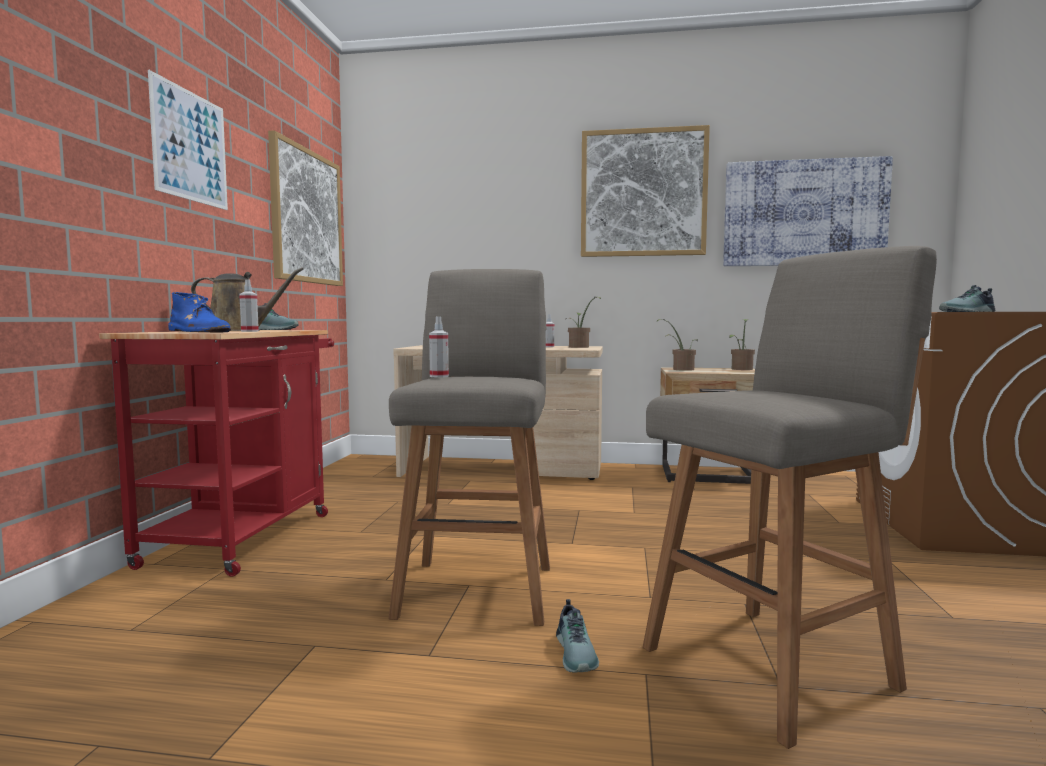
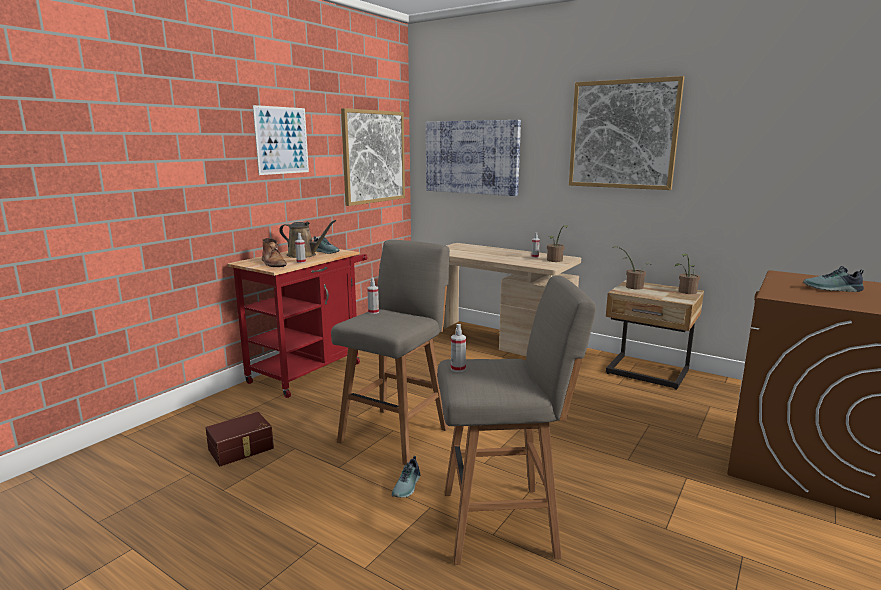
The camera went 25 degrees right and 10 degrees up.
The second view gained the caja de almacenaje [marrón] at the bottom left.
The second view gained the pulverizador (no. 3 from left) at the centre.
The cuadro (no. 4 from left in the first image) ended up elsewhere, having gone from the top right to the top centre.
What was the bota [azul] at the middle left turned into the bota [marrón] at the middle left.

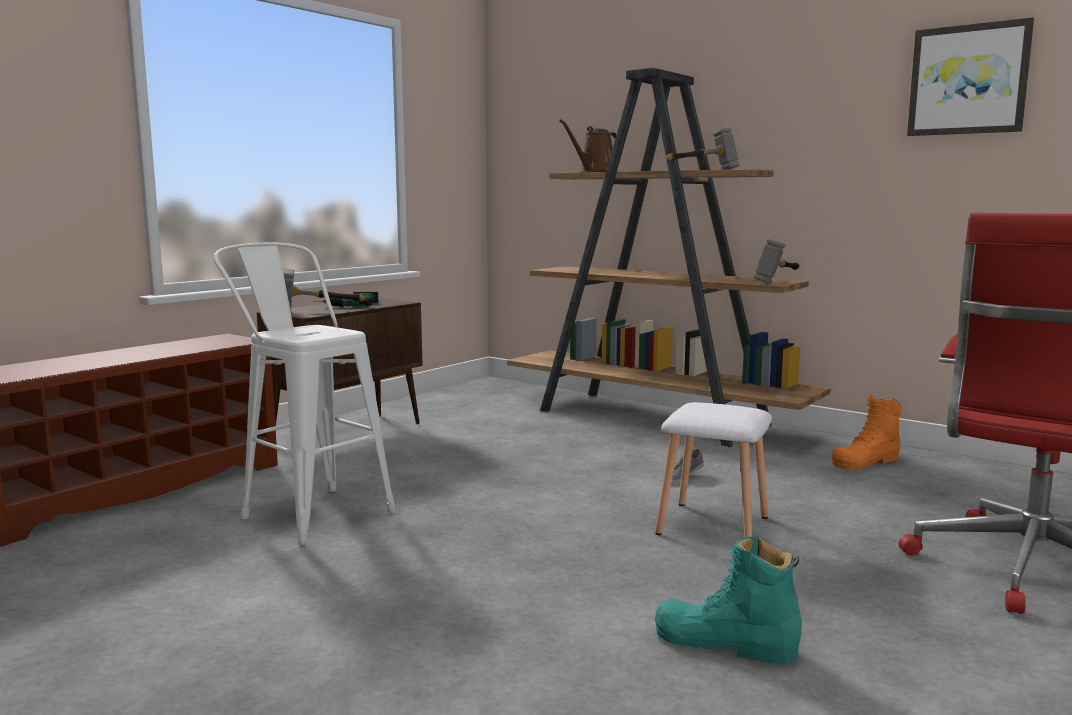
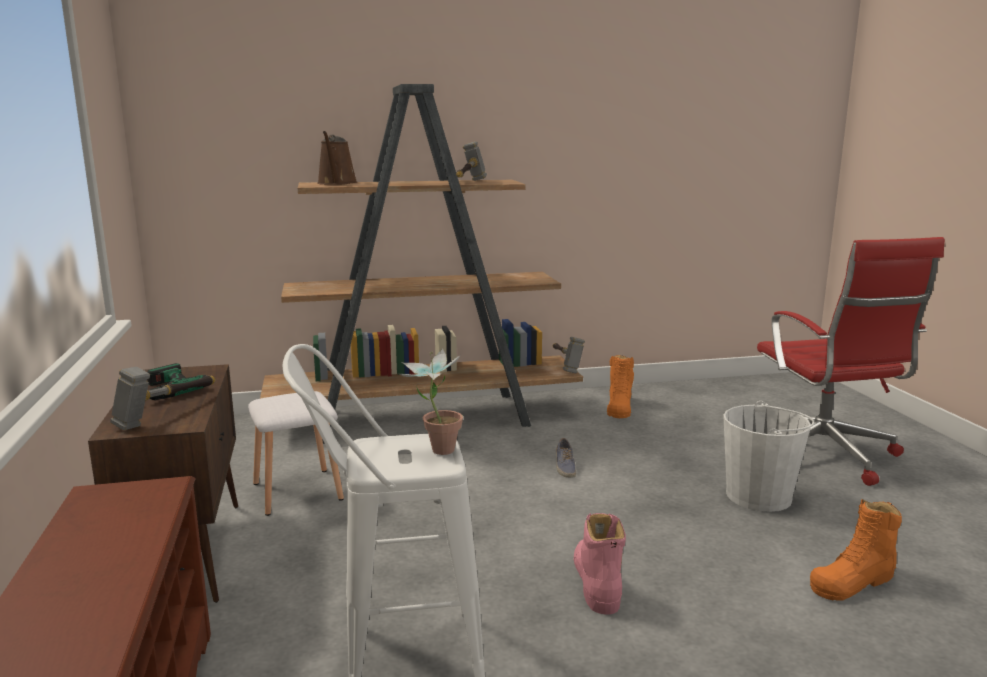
The camera went 50 degrees left and 5 degrees up.
The second view lost the cuadro at the top right.
The second view gained the planta en maceta at the centre.
The second view gained the bota [rosa] at the bottom centre.
The second view gained the cubo [blanco] at the bottom right.
The taburete [blanco] (no. 2 from left in the first image) ended up elsewhere, having gone from the centre to the bottom left.
The martillo (no. 3 from left) ended up elsewhere, having gone from the middle right to the centre.
What was the bota [turquesa] at the bottom right turned into the bota [naranja] (no. 2 from left) at the bottom right.

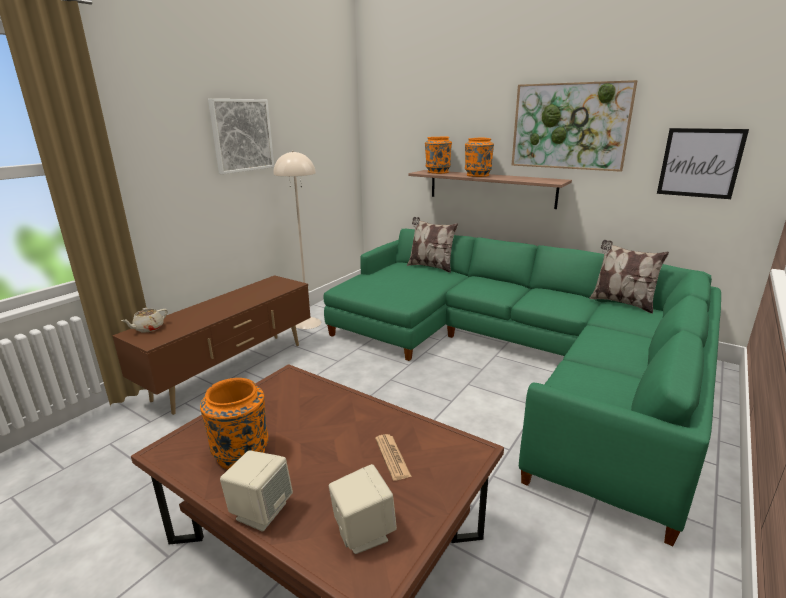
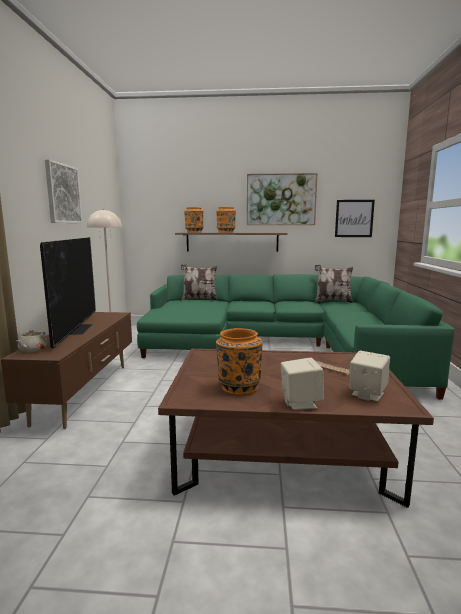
The camera went 30 degrees left and 10 degrees down.
The second view gained the televisor at the middle left.

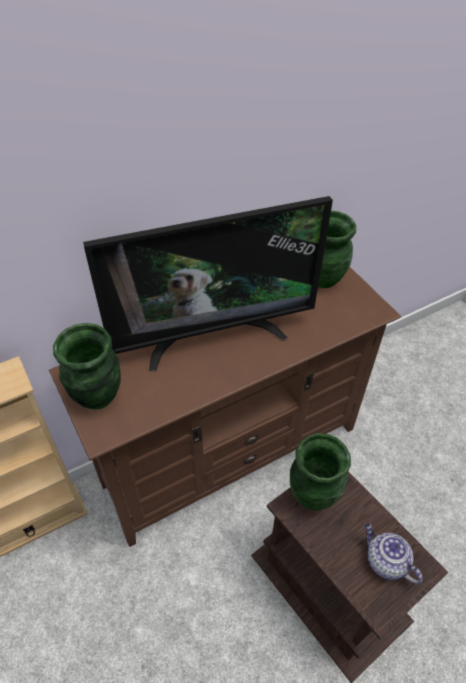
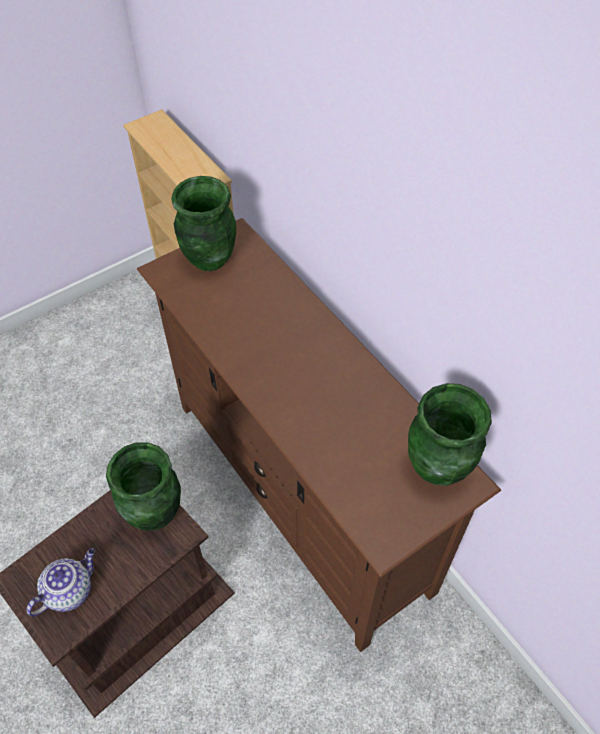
The camera went 85 degrees right and 5 degrees up.
The second view lost the televisor at the centre.

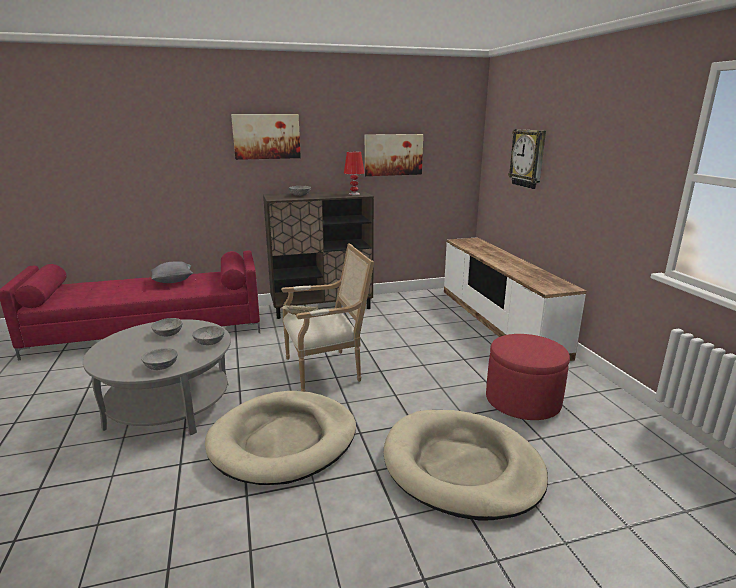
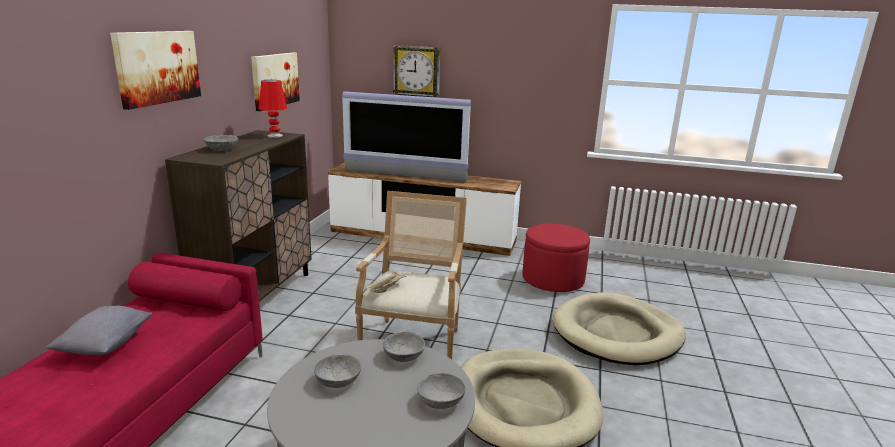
The camera went 60 degrees left and 0 degrees up.
The second view gained the televisor at the top centre.

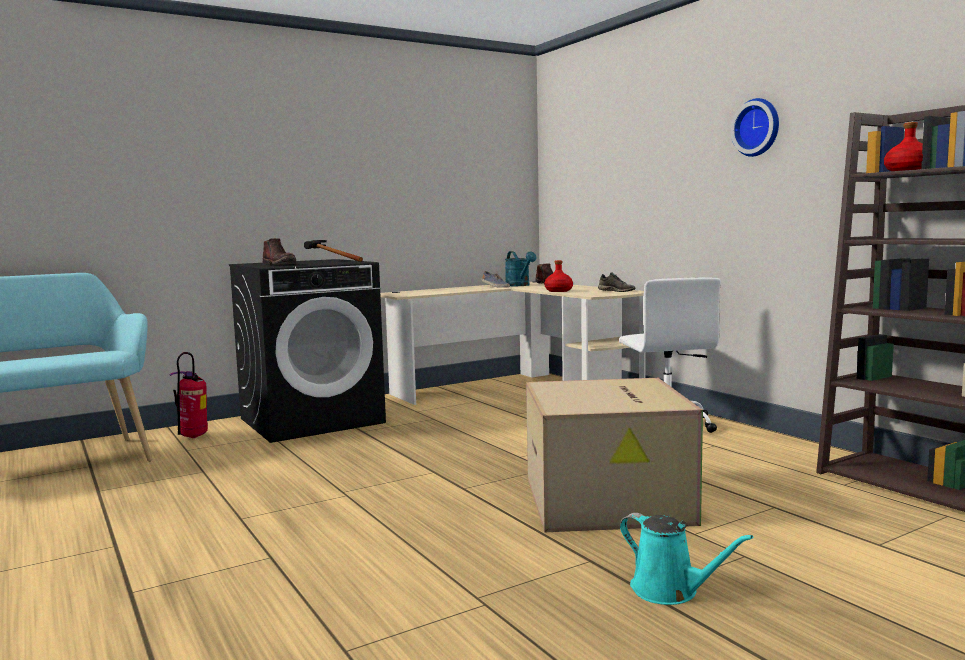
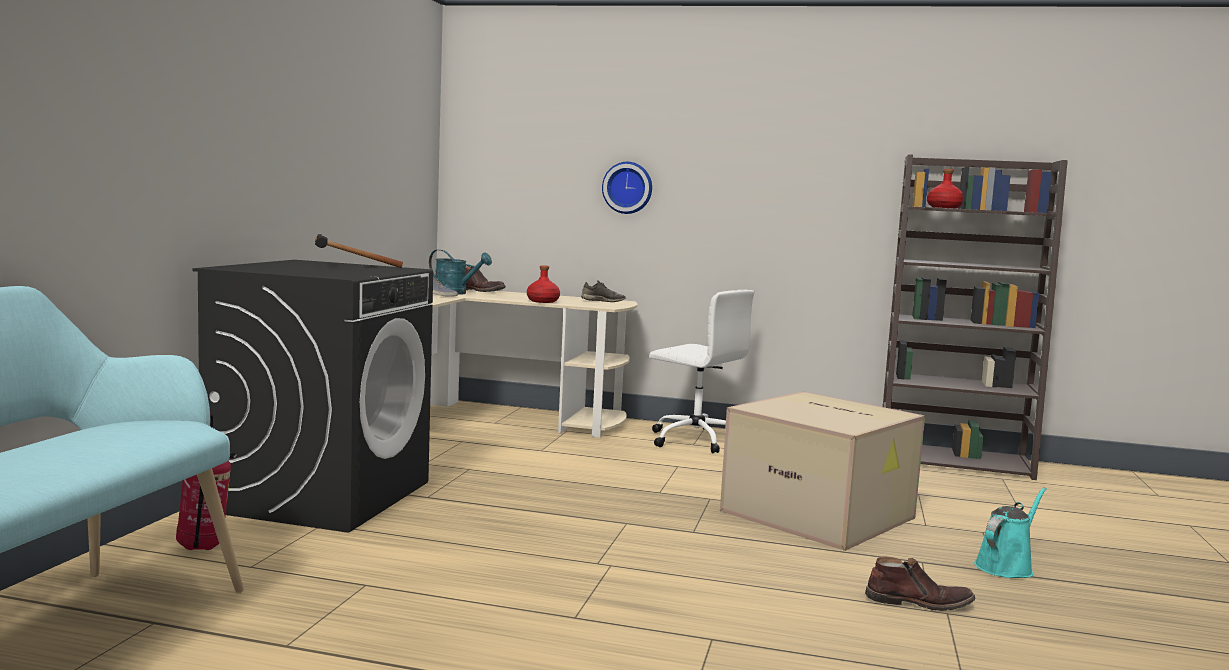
The camera went 45 degrees left and 0 degrees up.
The bota [marrón] (no. 1 from left in the first image) ended up elsewhere, having gone from the middle left to the bottom right.
The reloj de pared ended up elsewhere, having gone from the top right to the top centre.
The regadera [turquesa] (no. 2 from left) at the bottom right ended up facing another way, 45 degrees counterclockwise from before.

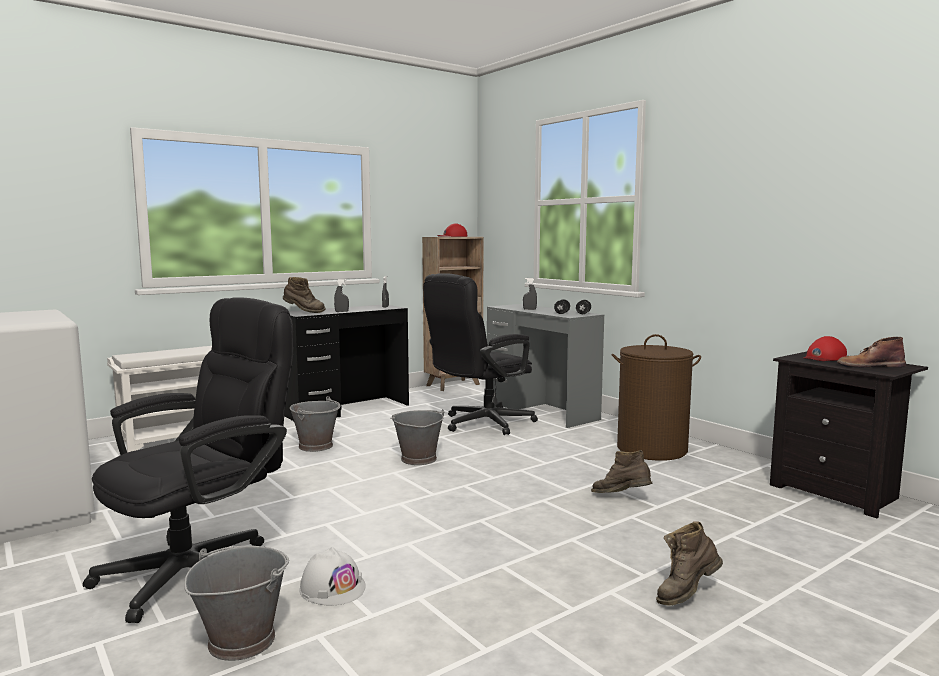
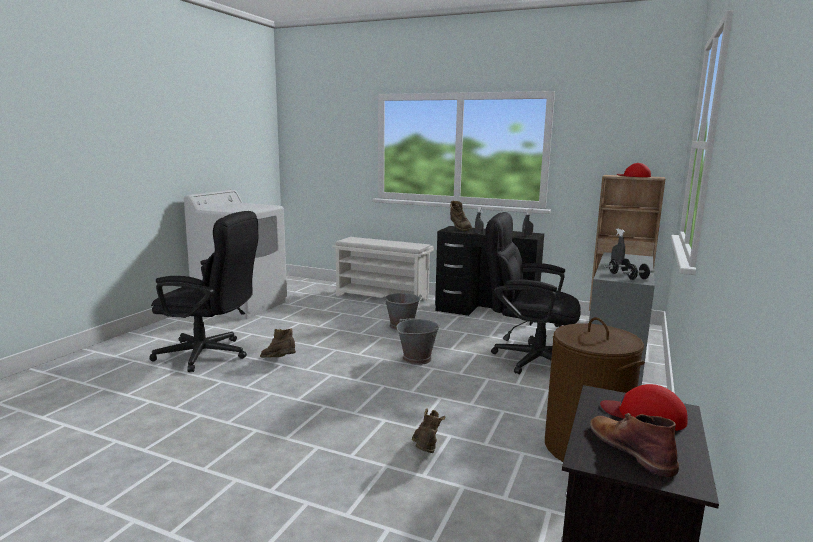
The camera went 60 degrees right and 5 degrees up.
The second view lost the cubo [gris] (no. 1 from left) at the bottom left.
The second view lost the casco [blanco] at the bottom centre.
The bota [marrón] (no. 3 from left in the first image) ended up elsewhere, having gone from the bottom right to the centre.

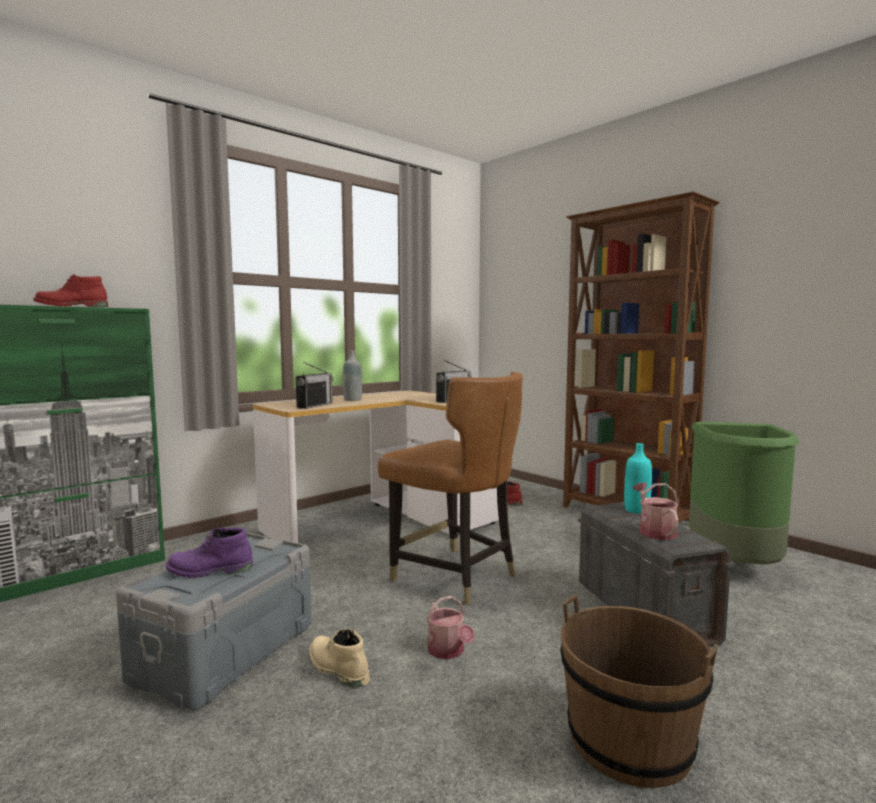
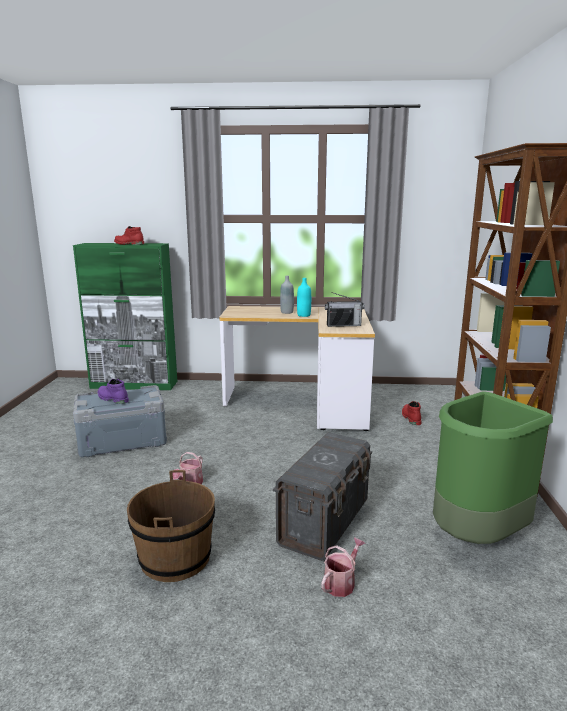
The camera went 45 degrees right and 10 degrees up.
The second view lost the radio (no. 1 from left) at the centre.
The second view lost the bota [beis] at the bottom centre.
The second view lost the silla [marrón] at the centre.
The botella [turquesa] ended up elsewhere, having gone from the middle right to the centre.
The regadera (no. 2 from left) ended up elsewhere, having gone from the middle right to the bottom centre.

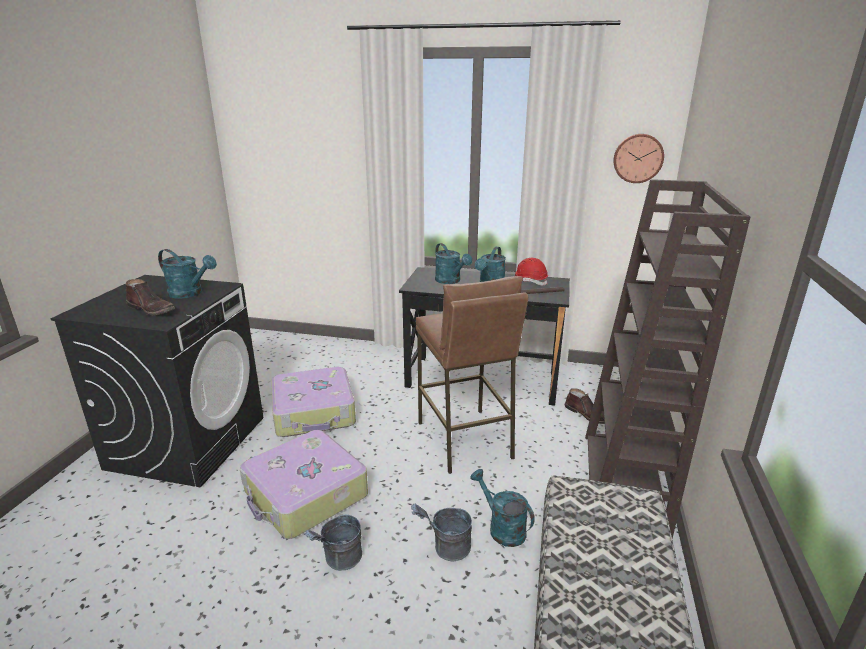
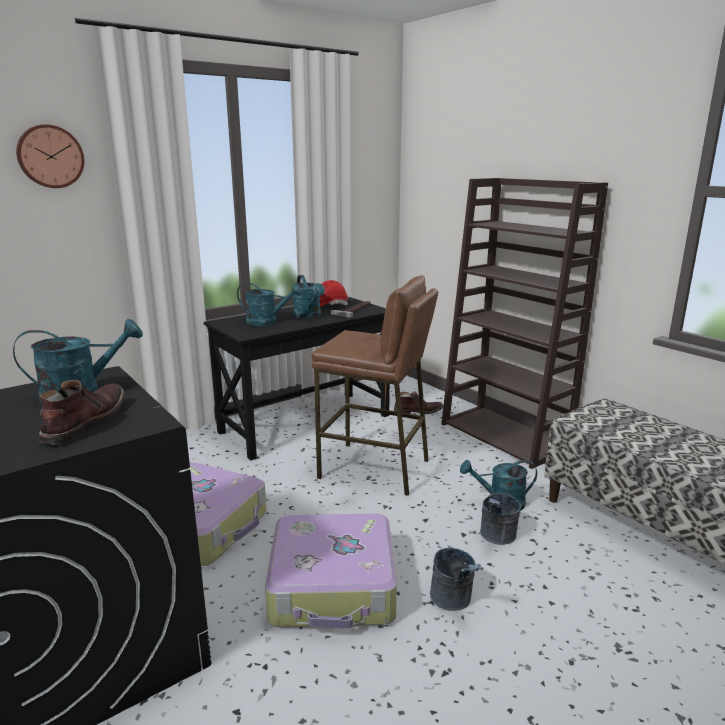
The camera went 50 degrees left and 5 degrees down.
The reloj de pared ended up elsewhere, having gone from the top right to the top left.
The bota [marrón] (no. 1 from left) at the middle left ended up facing another way, 60 degrees counterclockwise from before.

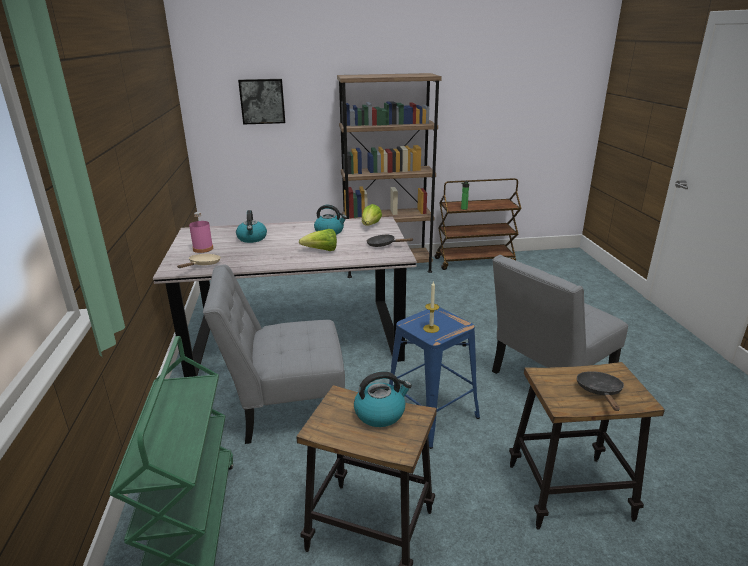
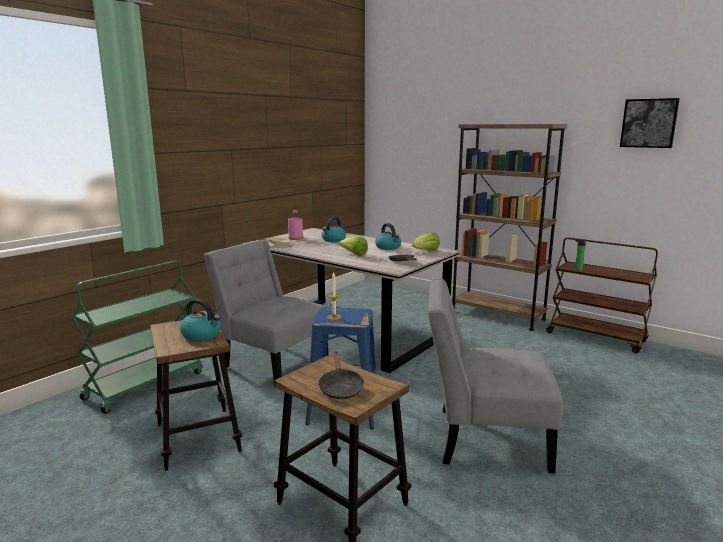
The camera went 45 degrees right and 10 degrees down.
The cuadro ended up elsewhere, having gone from the top centre to the top right.
The sartén [negro] (no. 2 from left in the first image) at the bottom right ended up facing another way, 120 degrees clockwise from before.

